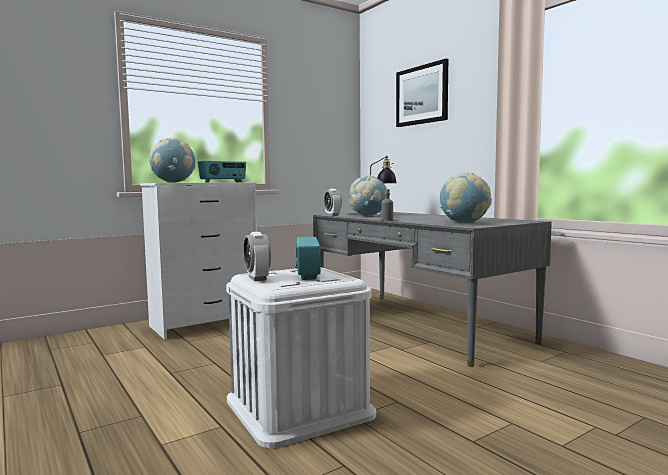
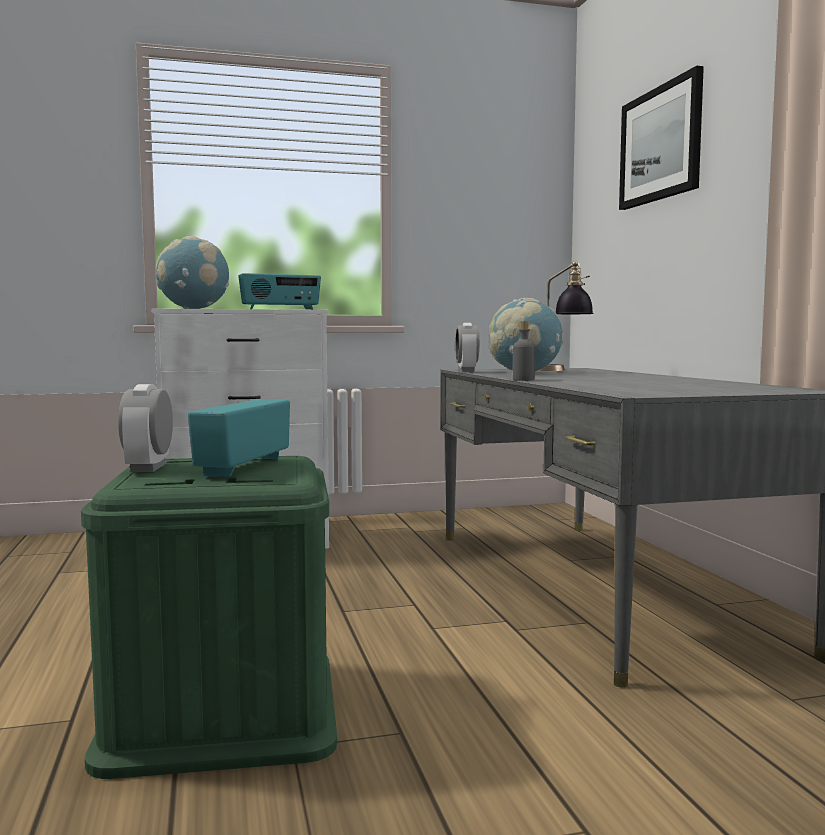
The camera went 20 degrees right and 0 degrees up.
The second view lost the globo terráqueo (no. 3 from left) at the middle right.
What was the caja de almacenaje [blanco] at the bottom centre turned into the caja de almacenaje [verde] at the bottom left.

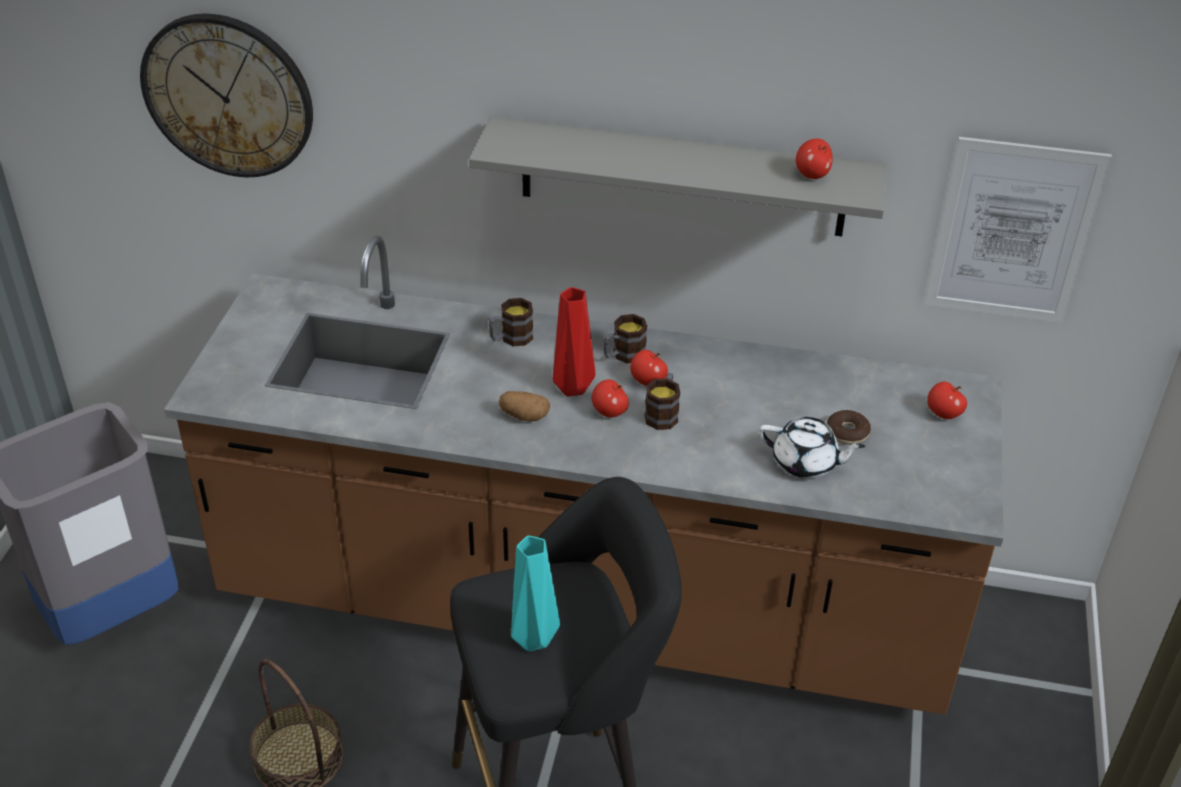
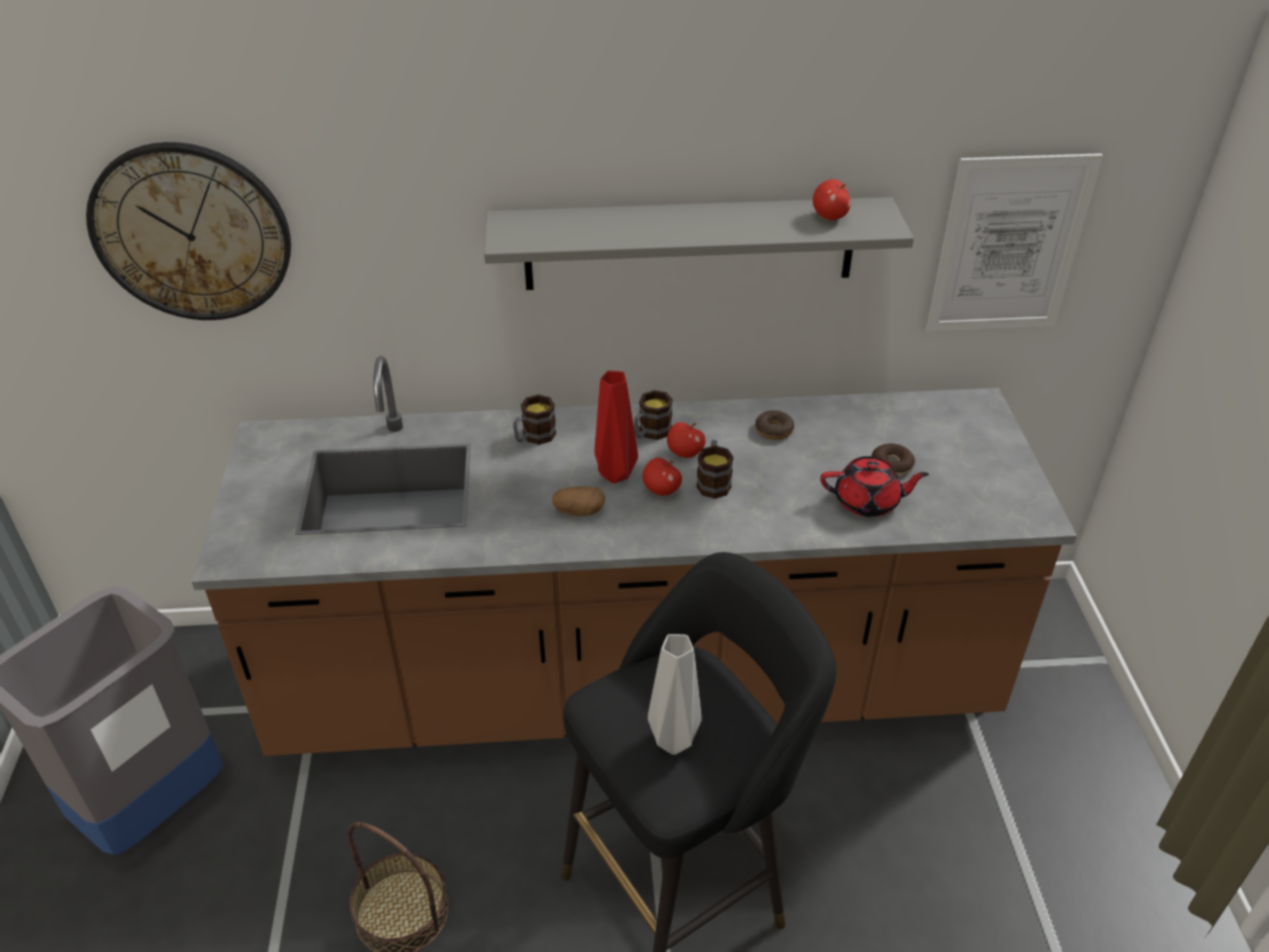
The camera went 15 degrees left and 0 degrees up.
The second view lost the manzana (no. 4 from left) at the middle right.
The second view gained the rosquilla (no. 1 from left) at the centre.
What was the florero [turquesa] at the bottom centre turned into the florero [gris] at the bottom centre.
What was the tetera [blanco] at the middle right turned into the tetera [rojo] at the middle right.

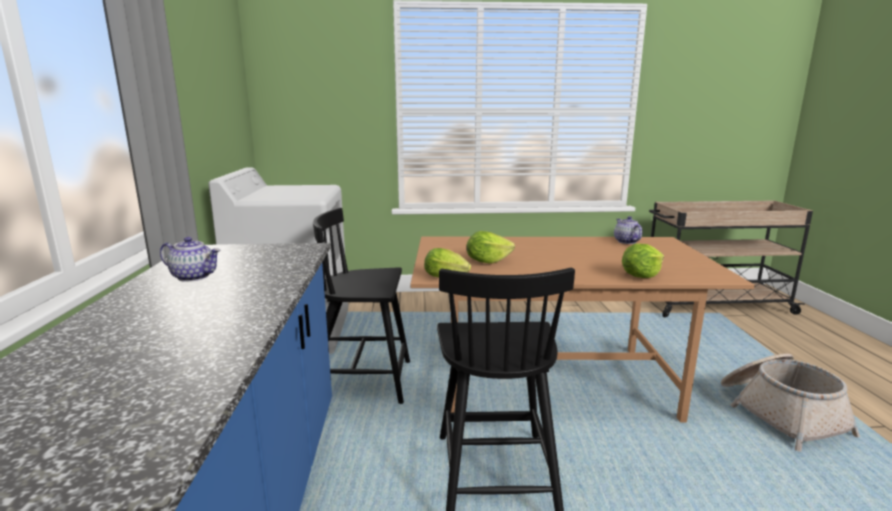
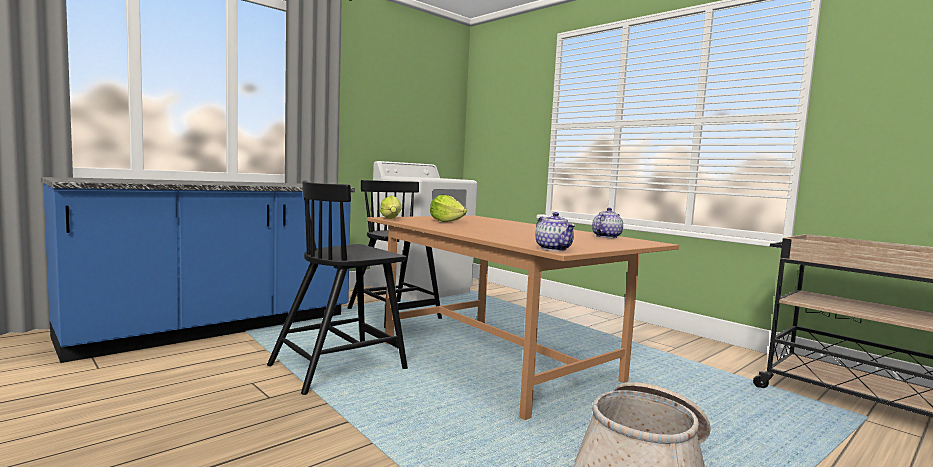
The camera went 50 degrees right and 10 degrees down.
The second view lost the lechuga (no. 3 from left) at the middle right.
The tetera (no. 1 from left) ended up elsewhere, having gone from the middle left to the centre.

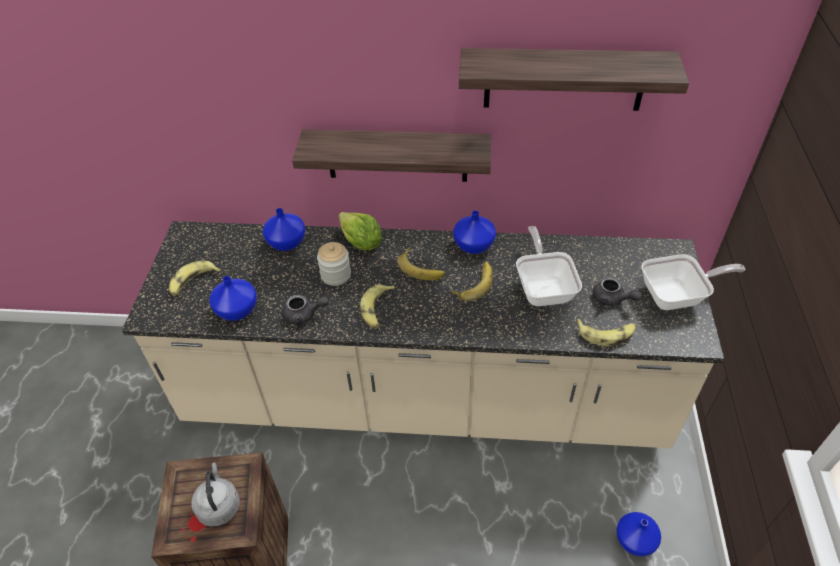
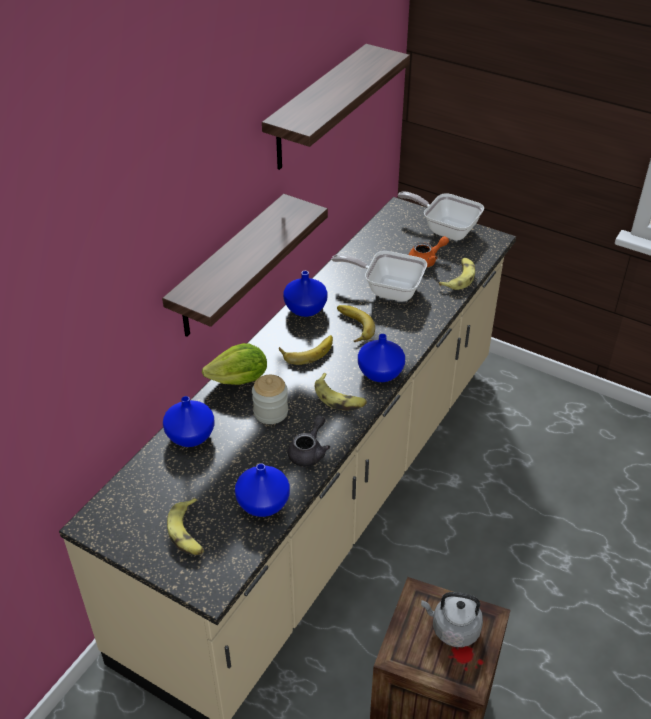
The camera went 65 degrees left and 5 degrees down.
The florero [azul] (no. 4 from left) ended up elsewhere, having gone from the bottom right to the centre.
What was the tetera [gris] (no. 2 from left) at the middle right turned into the tetera [naranja] at the centre.
The sartén (no. 2 from left) at the middle right ended up facing another way, 75 degrees counterclockwise from before.

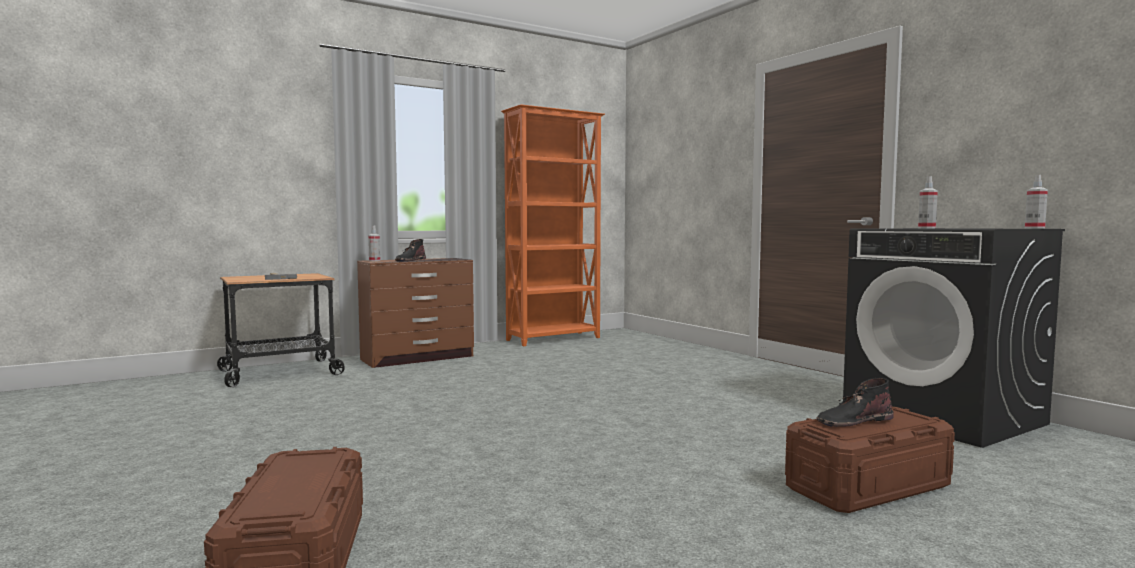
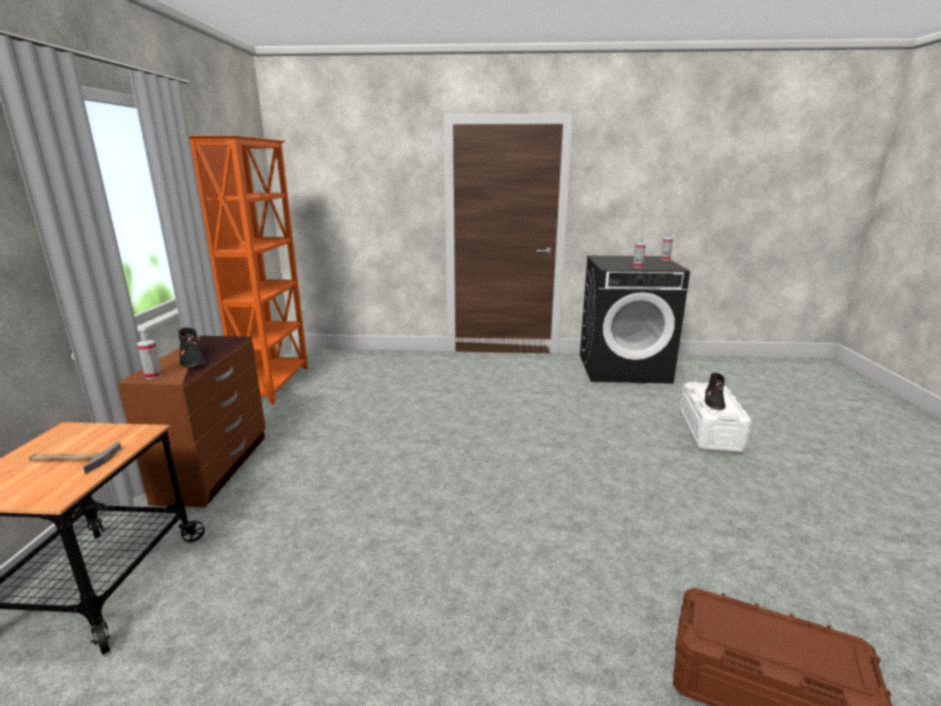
The camera went 55 degrees left and 15 degrees up.
What was the caja de almacenaje [marrón] (no. 2 from left) at the bottom right turned into the caja de almacenaje [blanco] at the middle right.

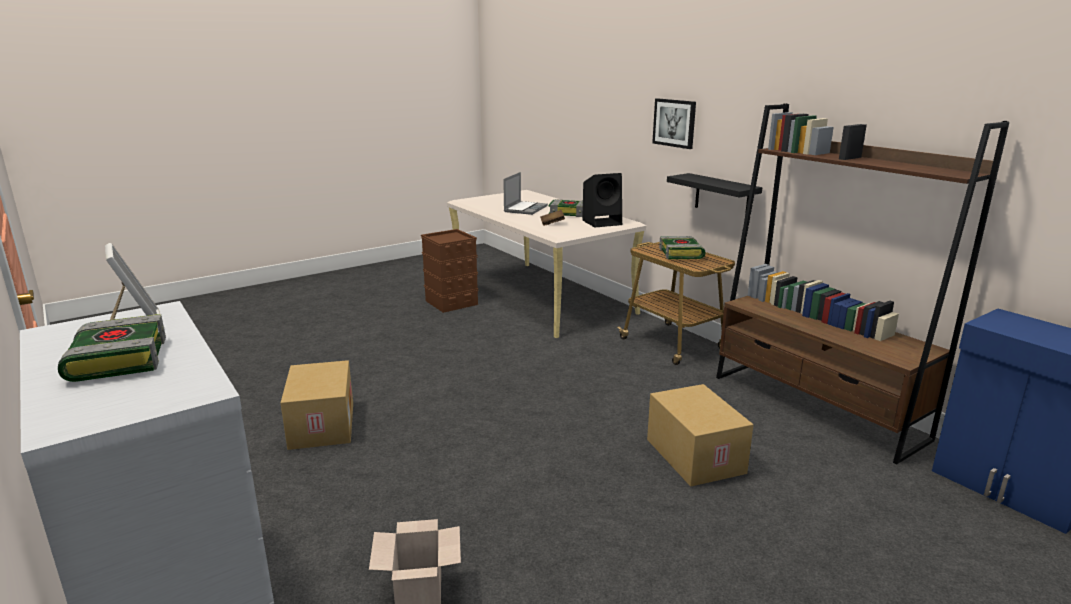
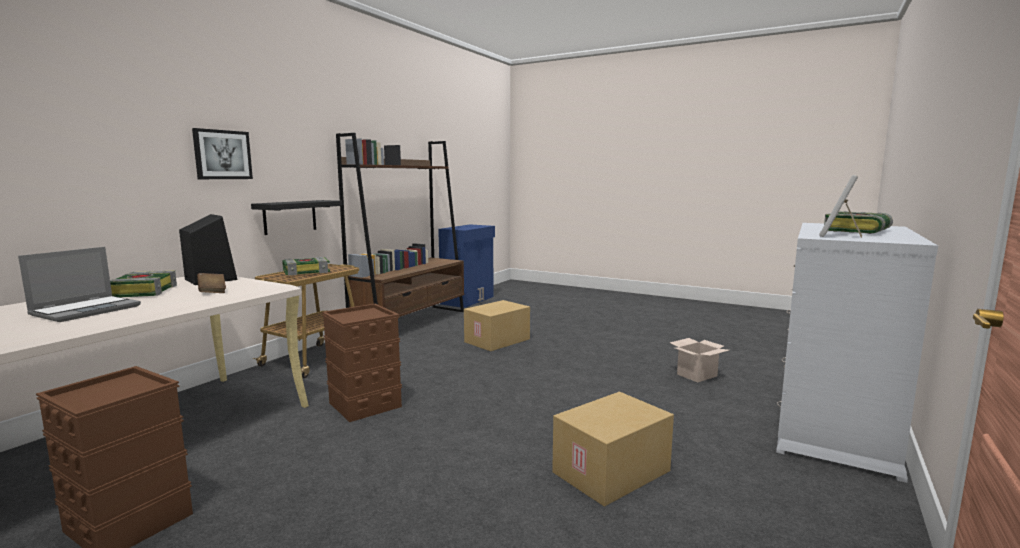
The camera went 115 degrees left and 10 degrees down.
The second view gained the caja de almacenaje [marrón] (no. 2 from left) at the centre.
The portátil at the top centre ended up facing another way, 120 degrees clockwise from before.

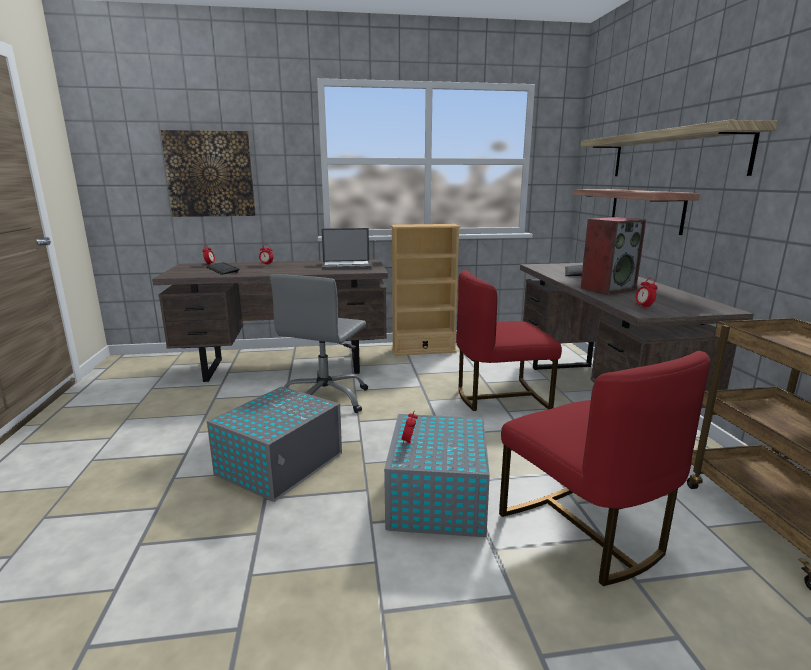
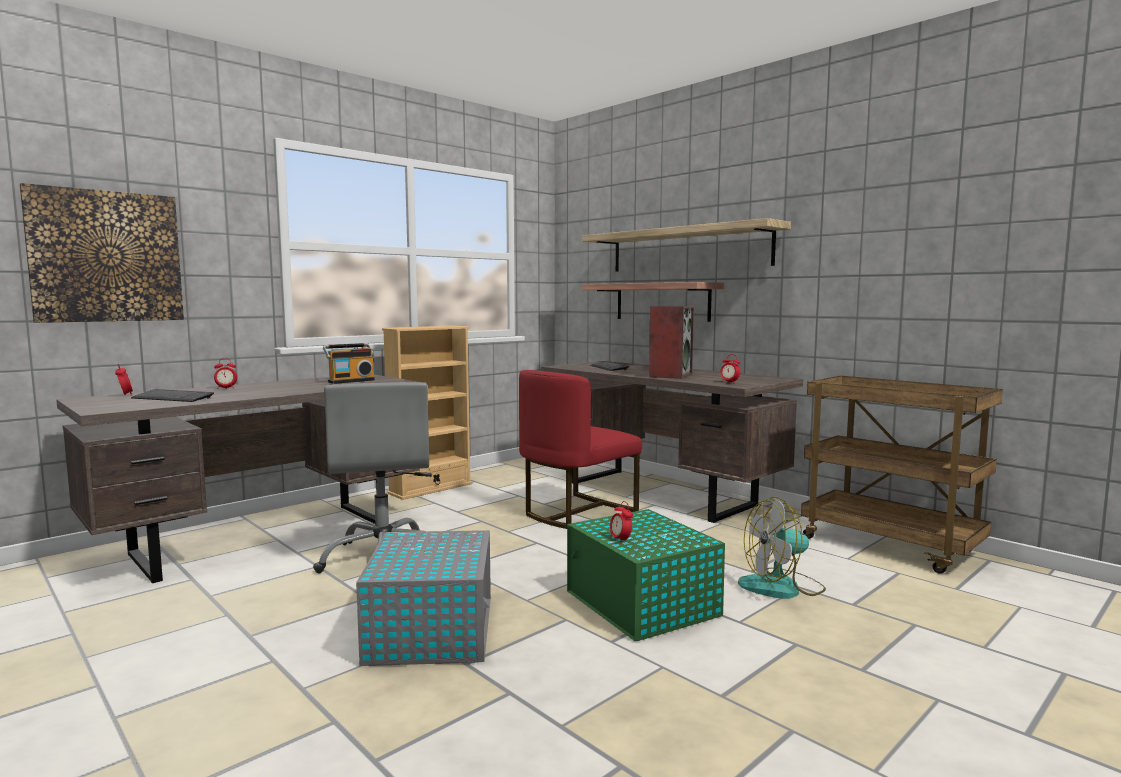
The camera went 35 degrees left and 10 degrees down.
Where the portátil stood at the centre, the radio came to stand at the middle left.
Where the silla [rojo] (no. 2 from left) stood at the bottom right, the ventilador came to stand at the bottom right.
What was the caja de almacenaje [gris] (no. 2 from left) at the bottom centre turned into the caja de almacenaje [verde] at the bottom centre.

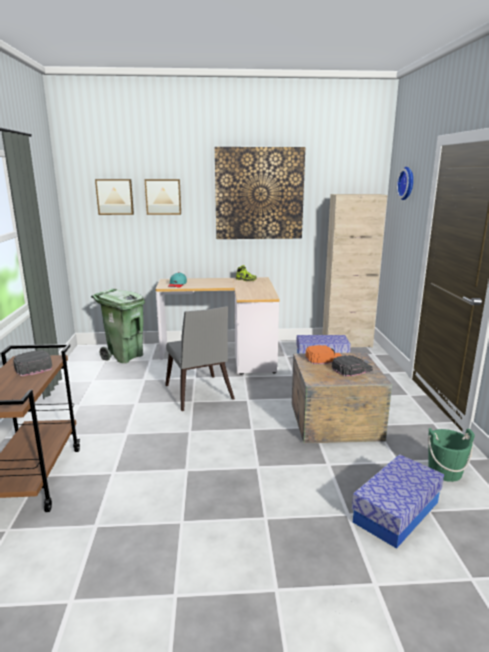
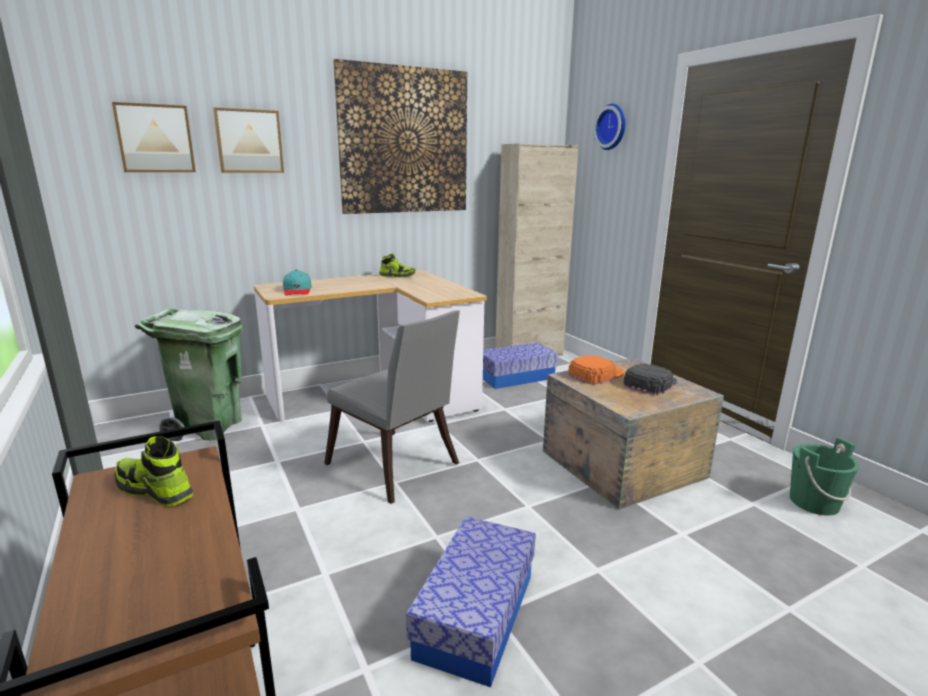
The camera went 25 degrees left and 0 degrees up.
The caja de almacenaje (no. 2 from left in the first image) ended up elsewhere, having gone from the bottom right to the bottom centre.
Where the gorra [negro] (no. 1 from left) stood at the middle left, the zapato (no. 1 from left) came to stand at the bottom left.

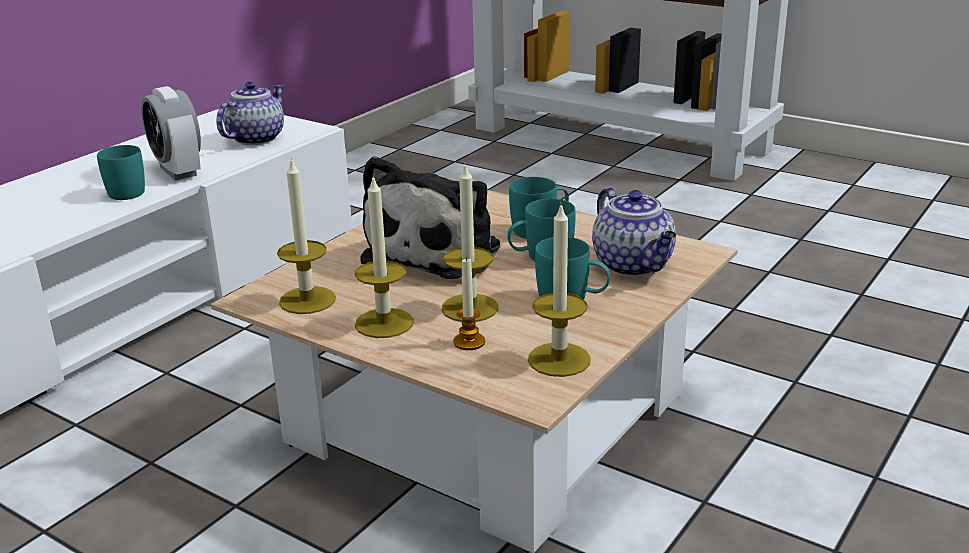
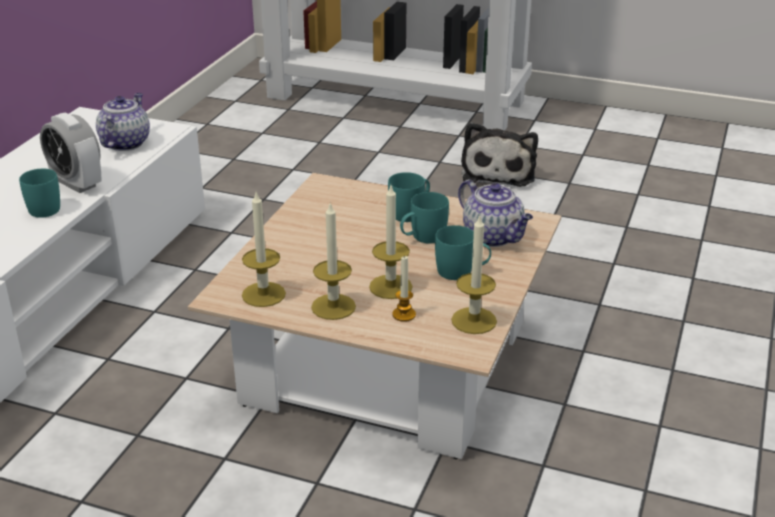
The camera went 15 degrees left and 5 degrees up.
The peluche ended up elsewhere, having gone from the centre to the top centre.

